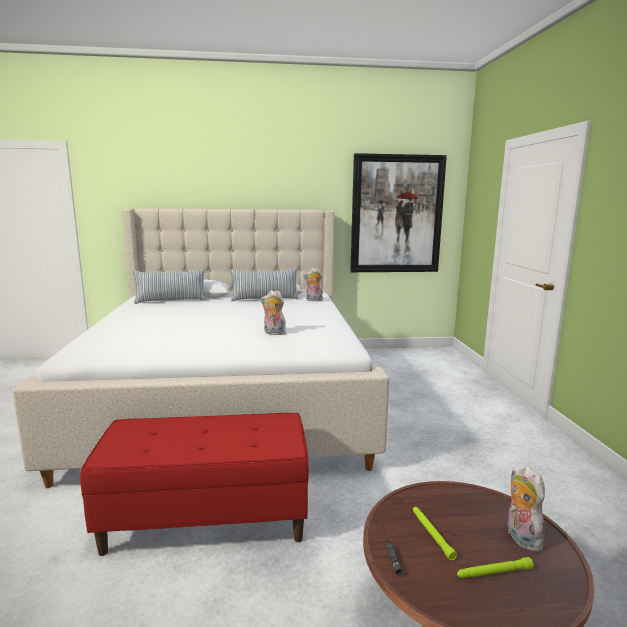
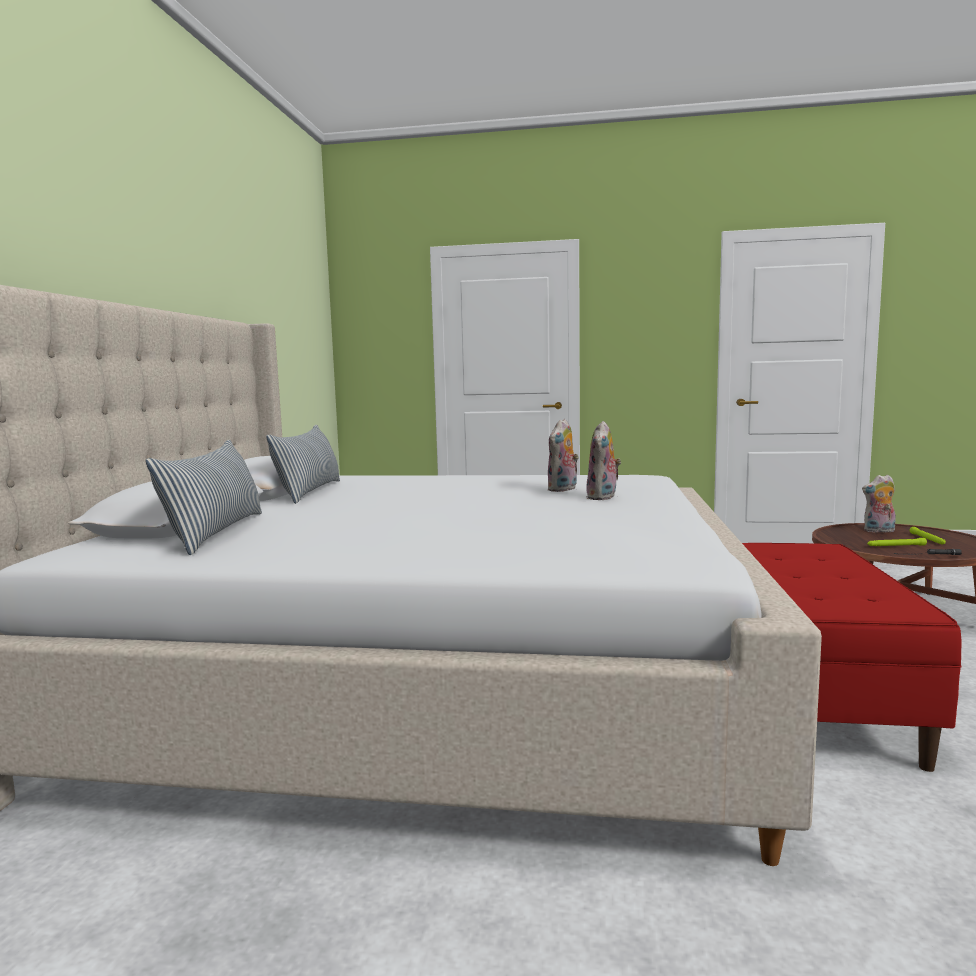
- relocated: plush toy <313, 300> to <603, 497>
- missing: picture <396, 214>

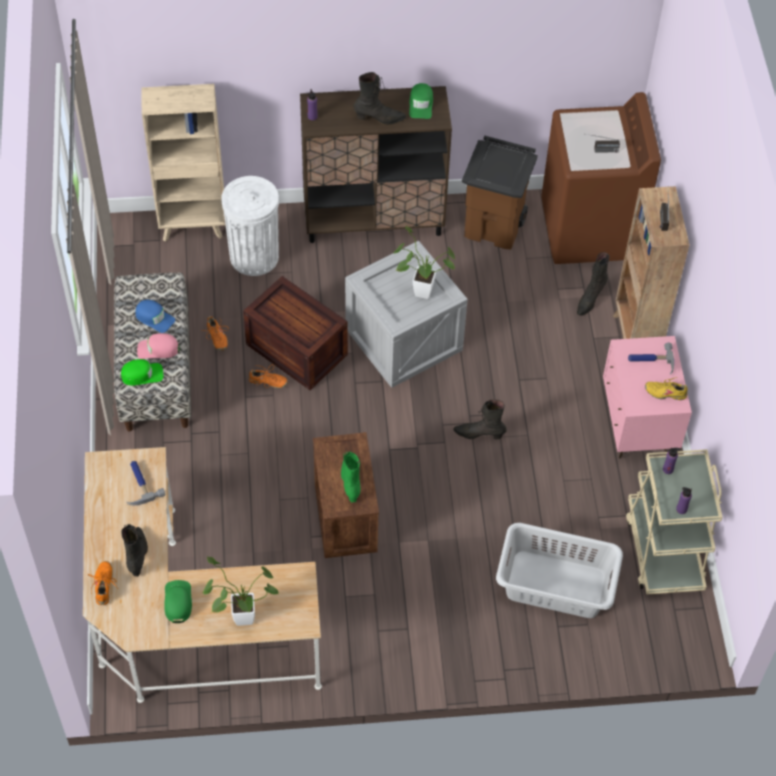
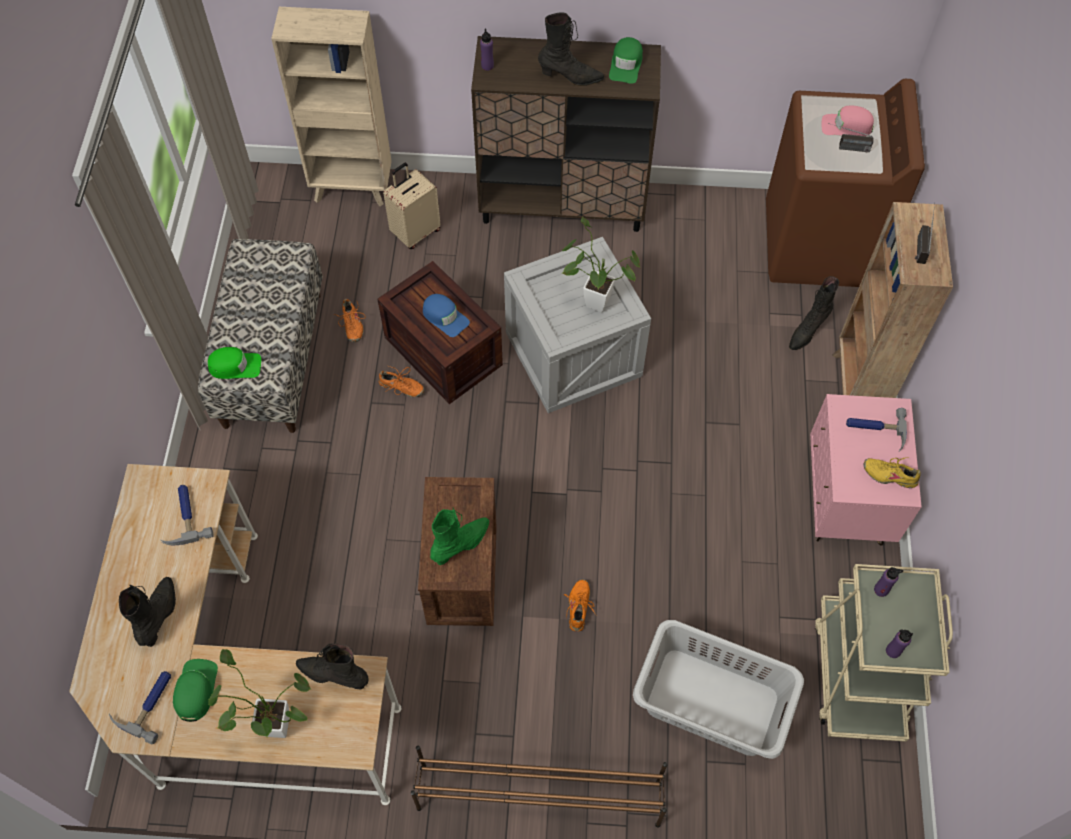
- relocated: orange shoe <104, 585> to <579, 607>
- relocated: blue cap <154, 318> to <445, 317>
- relocated: pink cap <158, 349> to <846, 126>
- exchanged: white trash can <254, 256> to beige suitcase <415, 232>
- spun: green boot <350, 483> = <461, 545> 45 degrees clockwise
- relocated: black boot <479, 434> to <334, 675>
- missing: brown trash can <495, 226>
- appeared: hammer <148, 704>
- appeared: brown shoe rack <538, 794>

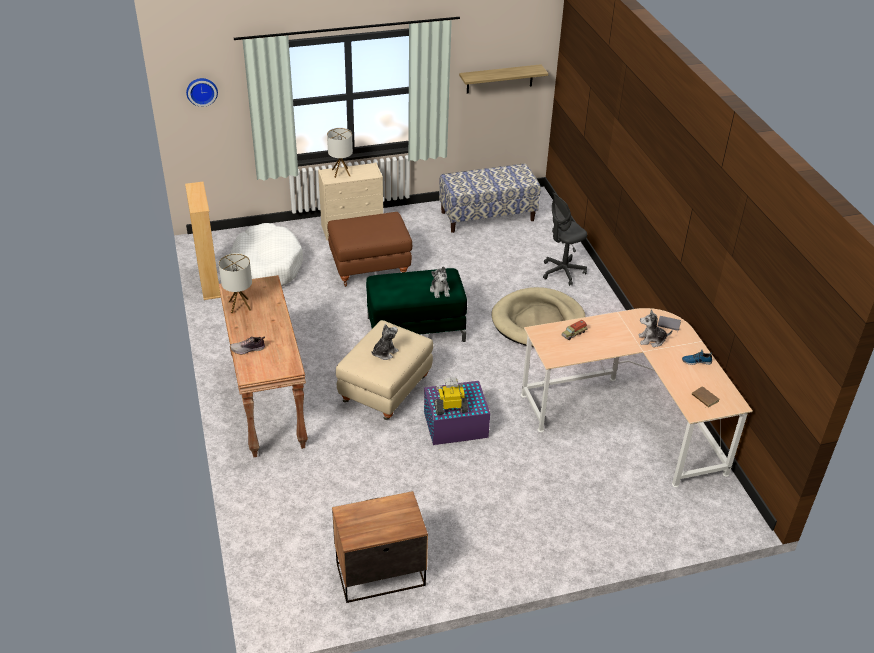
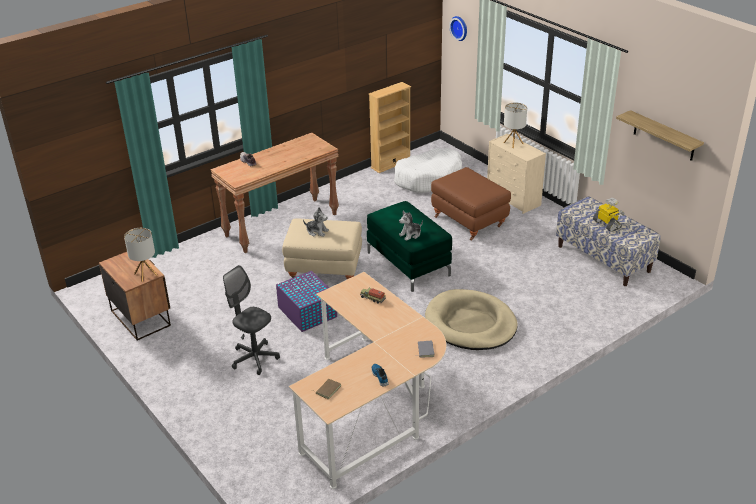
- relocated: table lamp <239, 306> to <145, 274>
- relocated: toy robot <451, 408> to <607, 224>
- relocated: grey office chair <562, 272> to <254, 358>
- missing: plush toy <652, 340>

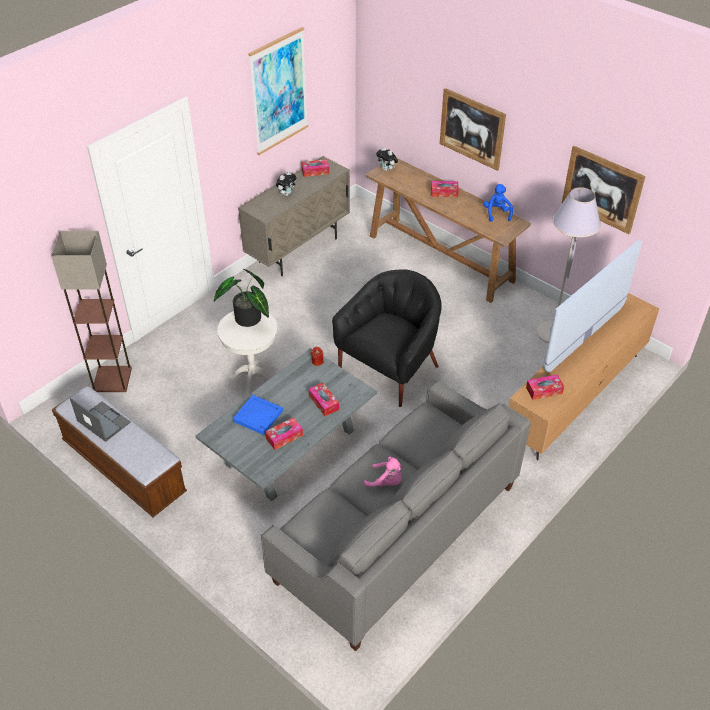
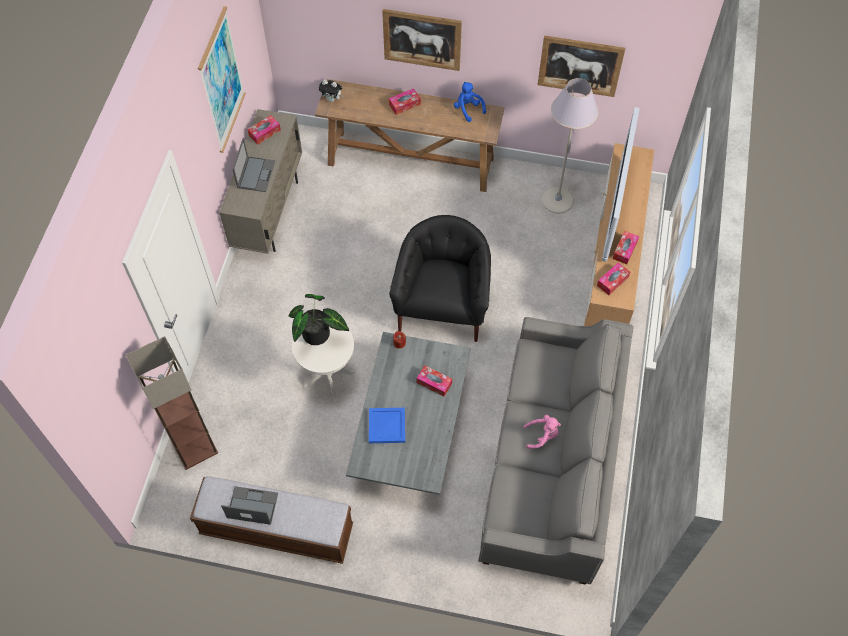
- relocated: tissue box <284, 437> to <625, 250>
- exchanged: plush toy <286, 194> to laptop <256, 174>

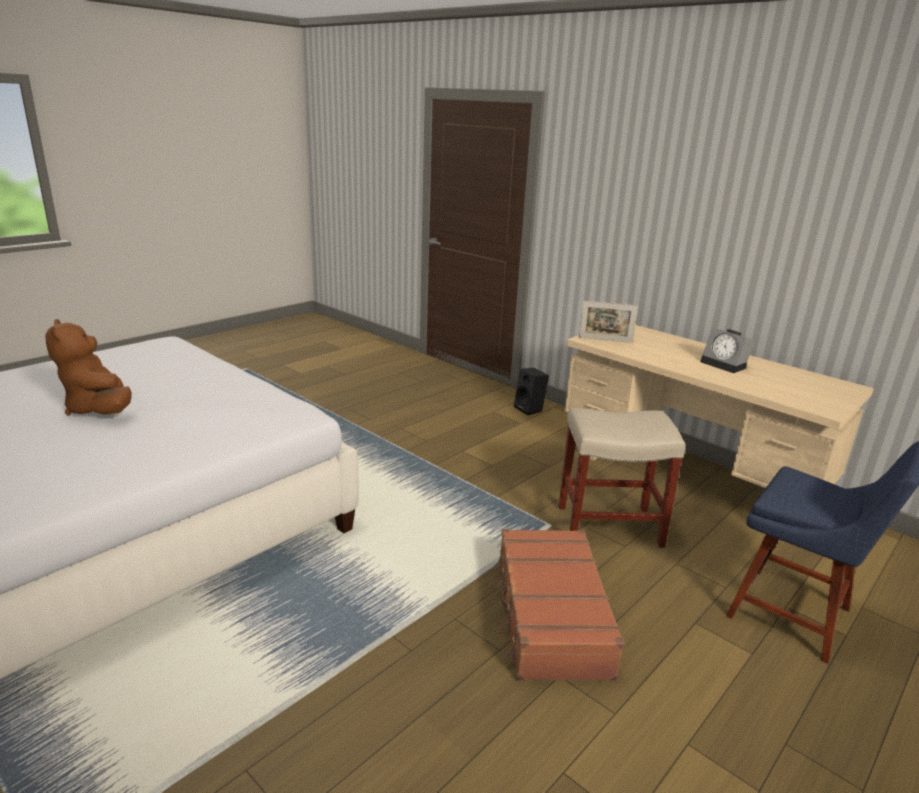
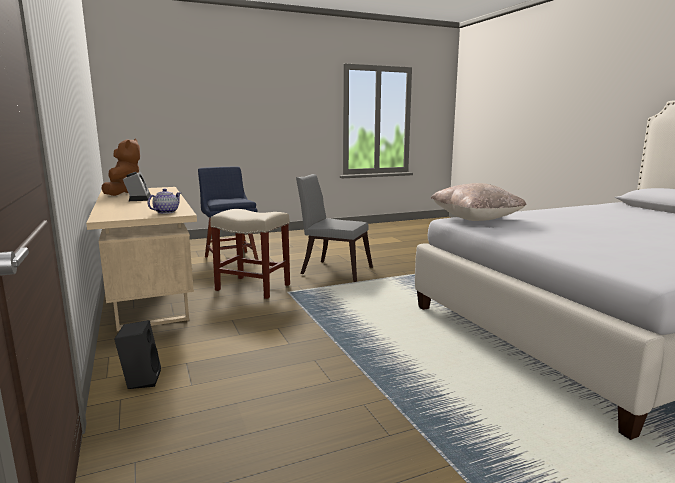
- relocated: brown plush toy <99, 409> to <123, 193>
- exchanged: brown suitcase <550, 615> to grey chair <333, 270>
- exchanged: picture frame <605, 340> to teapot <166, 212>
- appeared: beige pillow <475, 219>

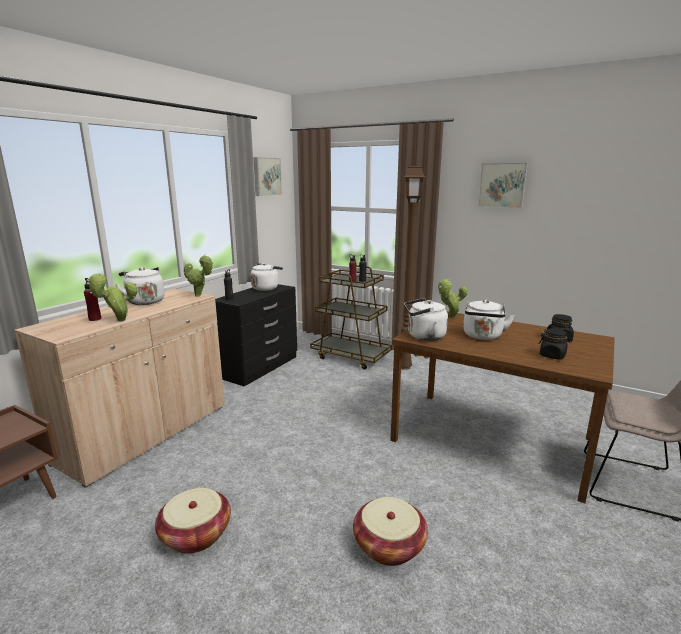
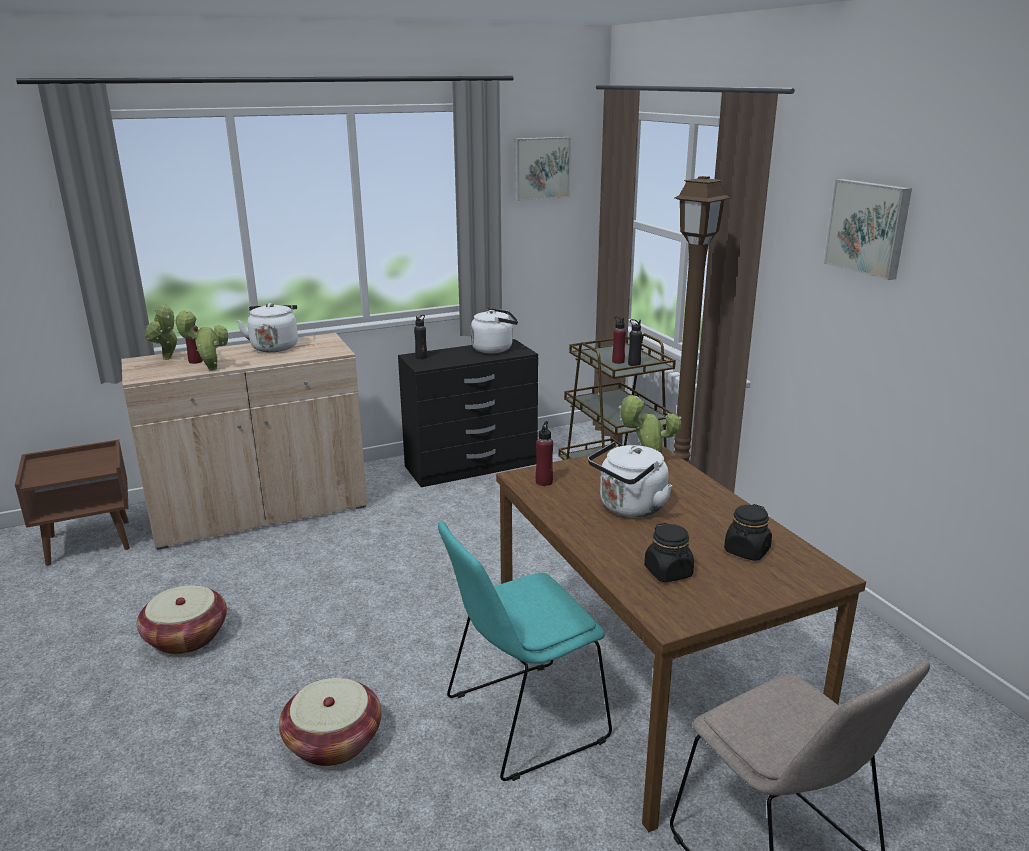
- relocated: potted plant <199, 296> to <168, 359>
- exchanged: white kettle <423, 336> to red bottle <544, 482>
- appeared: turquoise chair <521, 721>

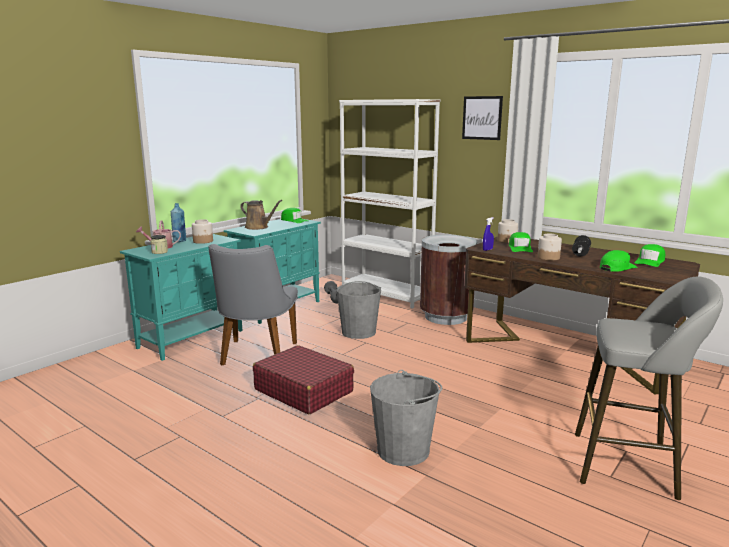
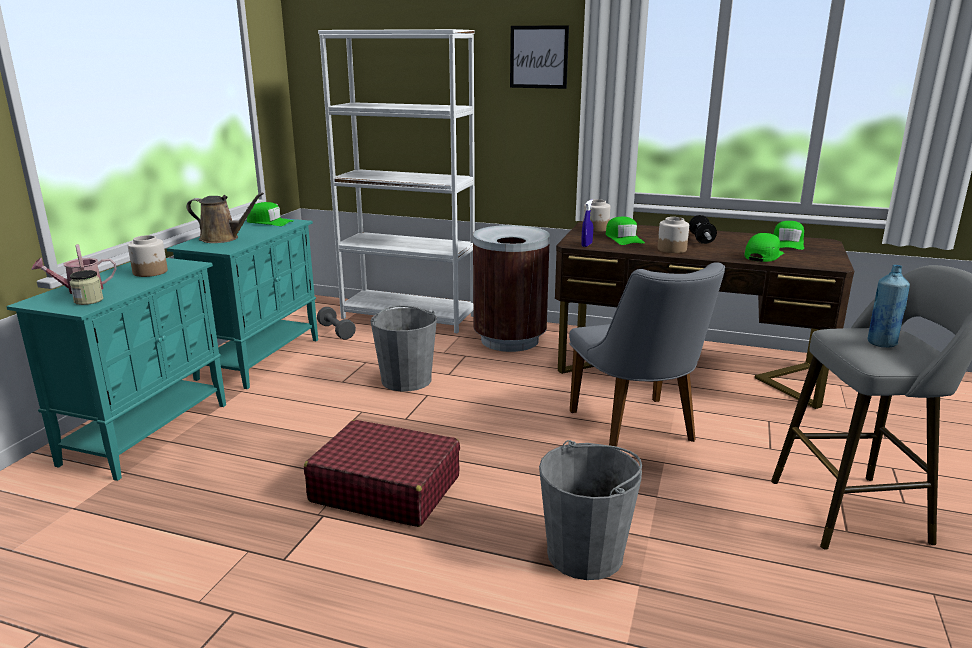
- relocated: blue bottle <179, 241> to <881, 343>
- relocated: grey chair <256, 356> to <638, 430>

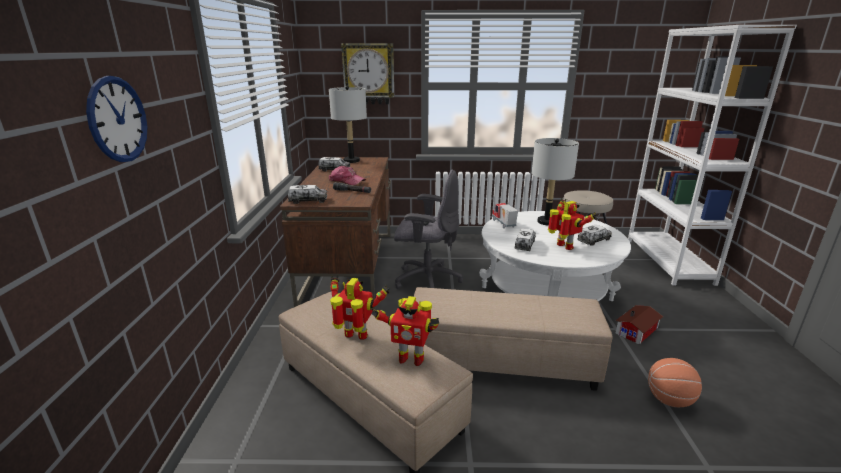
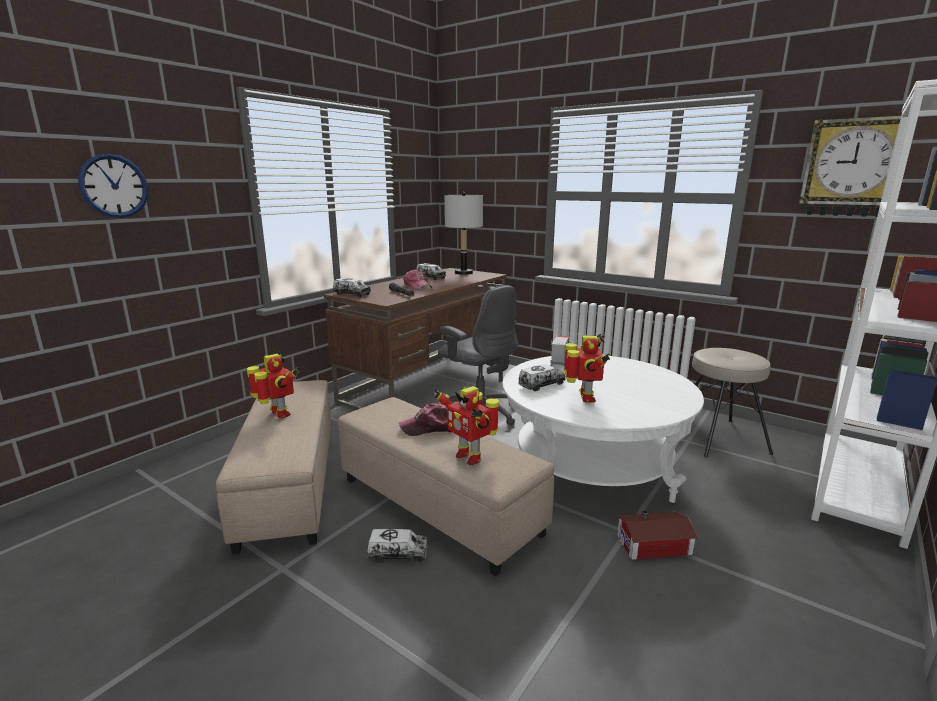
- relocated: wall clock <368, 74> to <853, 168>
- relocated: toy robot <410, 358> to <469, 456>
- missing: grey table lamp <546, 222>
- relocated: toy truck <594, 240> to <398, 554>
- missing: basketball <669, 400>
- appeared: cap <432, 428>

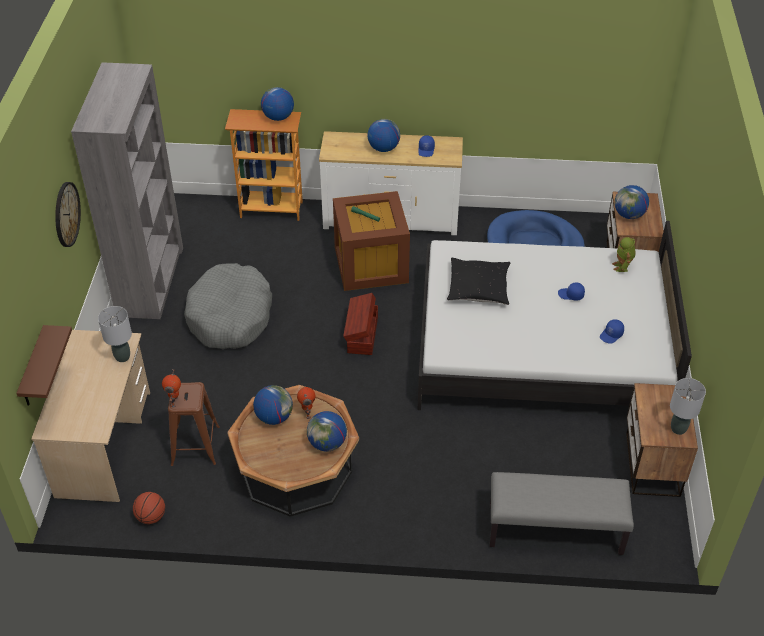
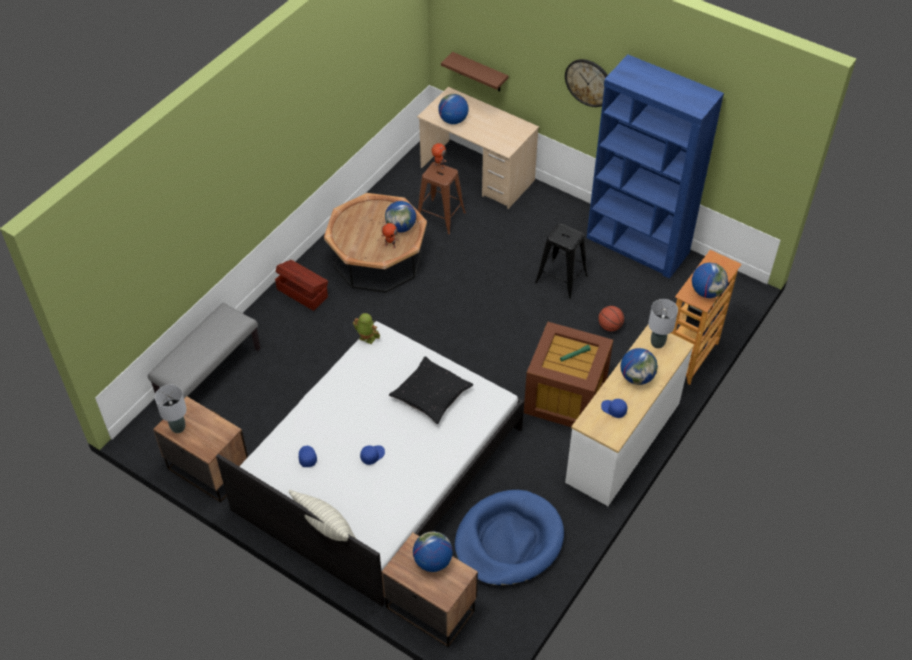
- colour: grey bookcase <150, 281> to blue bookcase <637, 246>
- relocated: grey table lamp <122, 357> to <657, 343>
- relocated: basketball <151, 517> to <609, 326>
- exchanged: grey dog bed <230, 316> to black stool <561, 279>
- relocated: globe <327, 443> to <453, 120>
- relocated: brown storage box <361, 335> to <302, 292>
- relocated: toy robot <622, 266> to <366, 339>
- appeared: pillow <327, 529>

